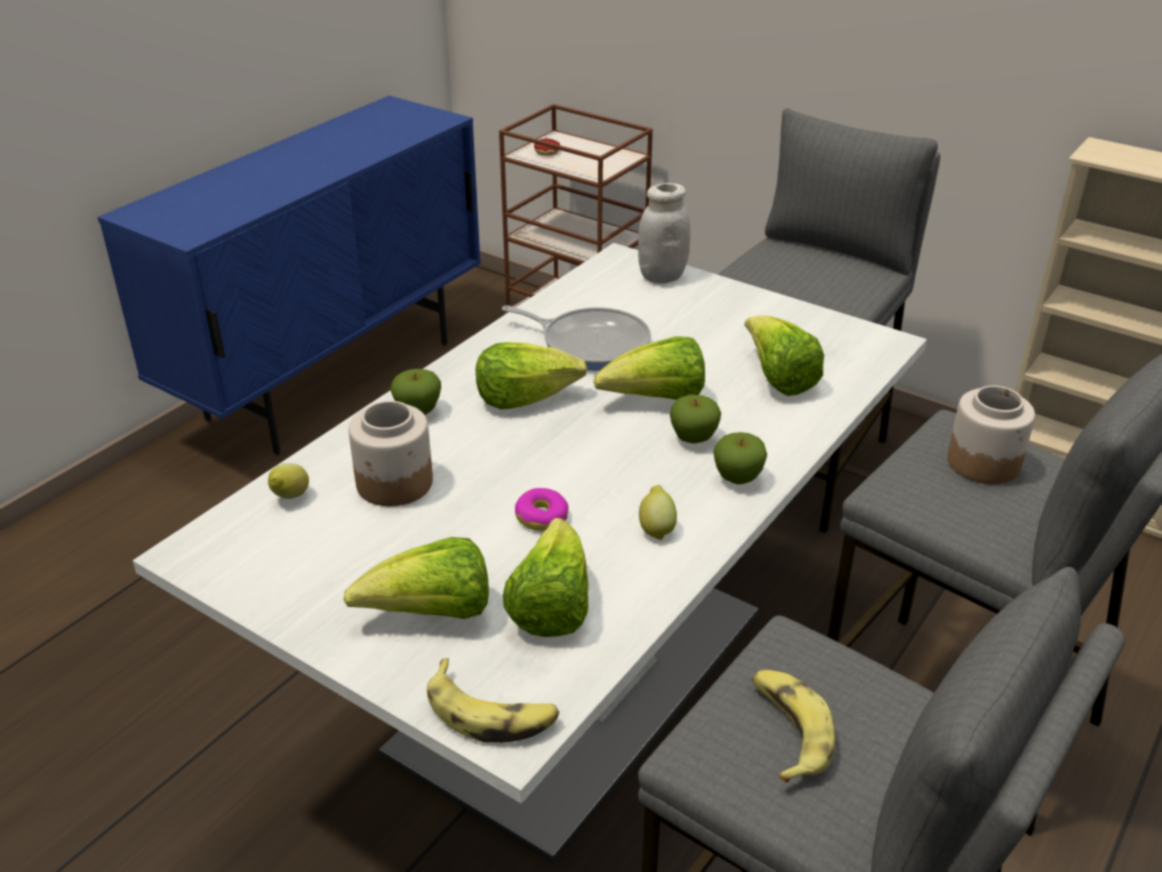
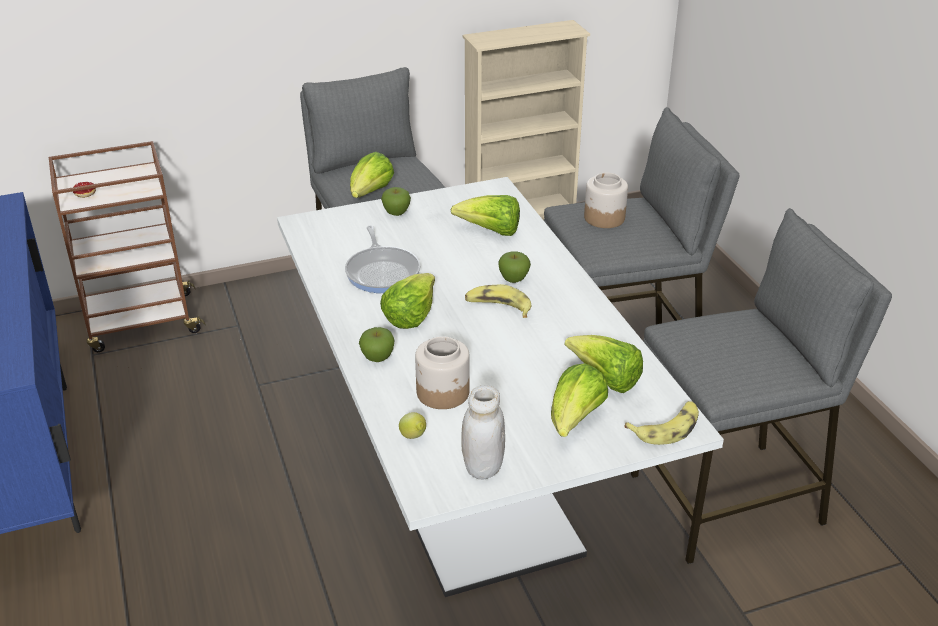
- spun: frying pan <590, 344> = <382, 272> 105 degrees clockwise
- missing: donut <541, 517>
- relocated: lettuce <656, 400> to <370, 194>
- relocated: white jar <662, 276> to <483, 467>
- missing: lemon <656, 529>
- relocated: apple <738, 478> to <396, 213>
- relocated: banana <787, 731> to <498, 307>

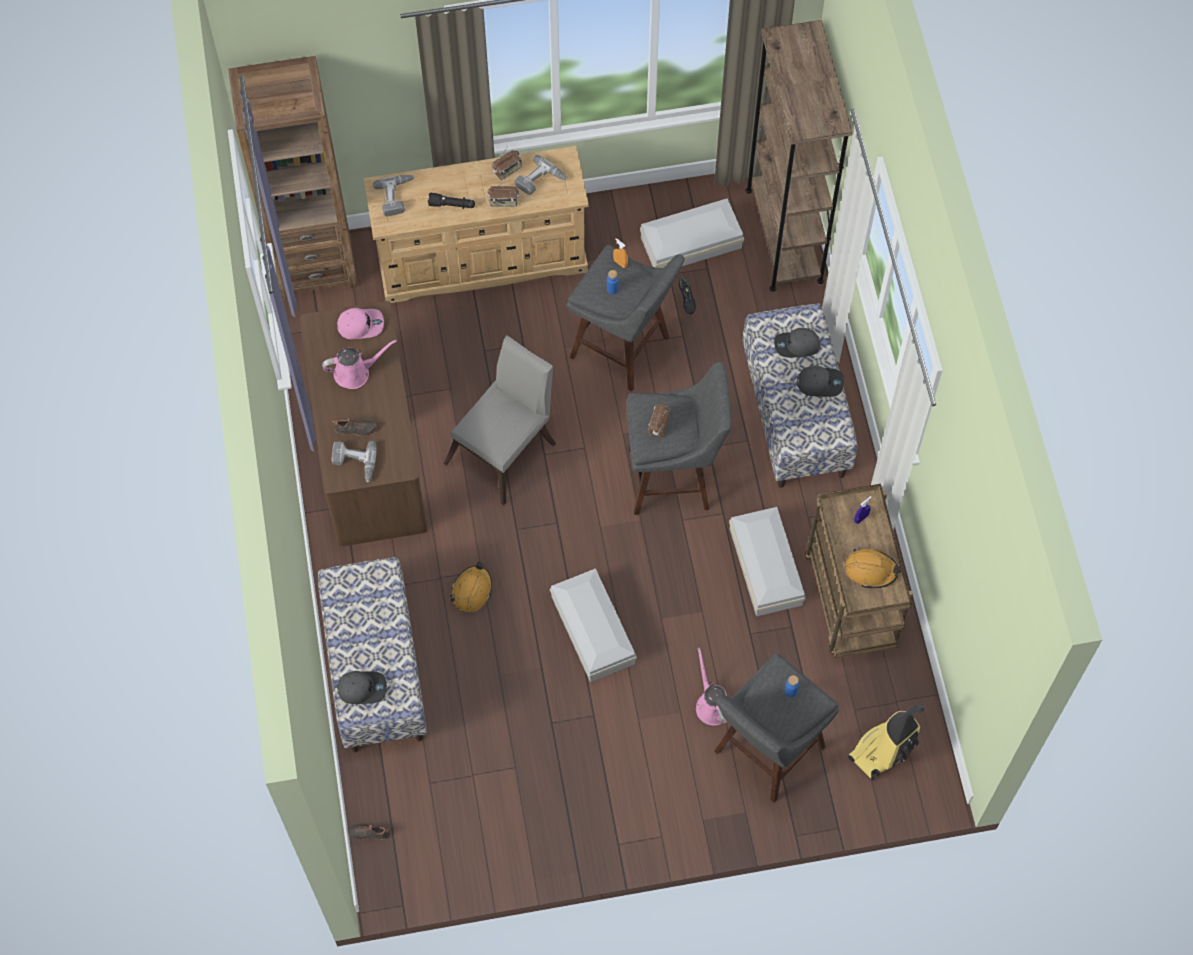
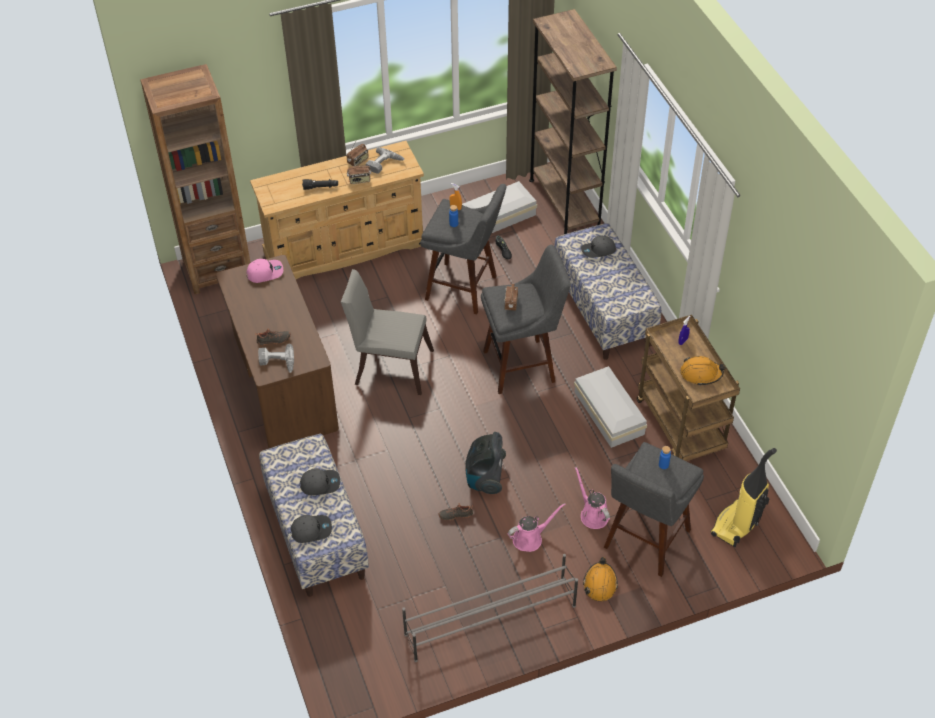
- relocated: pink watering can <355, 372> to <530, 538>
- relocated: black shoe <368, 832> to <455, 514>
- missing: power drill <397, 196>
- spun: grey chair <506, 449> = <389, 365> 105 degrees counterclockwise
- relocated: orange hard hat <472, 590> to <600, 584>
- exchanged: white storage box <592, 632> to vacuum cleaner <485, 478>
- relocated: grey cap <820, 383> to <320, 483>
- appeared: grey shoe rack <489, 620>

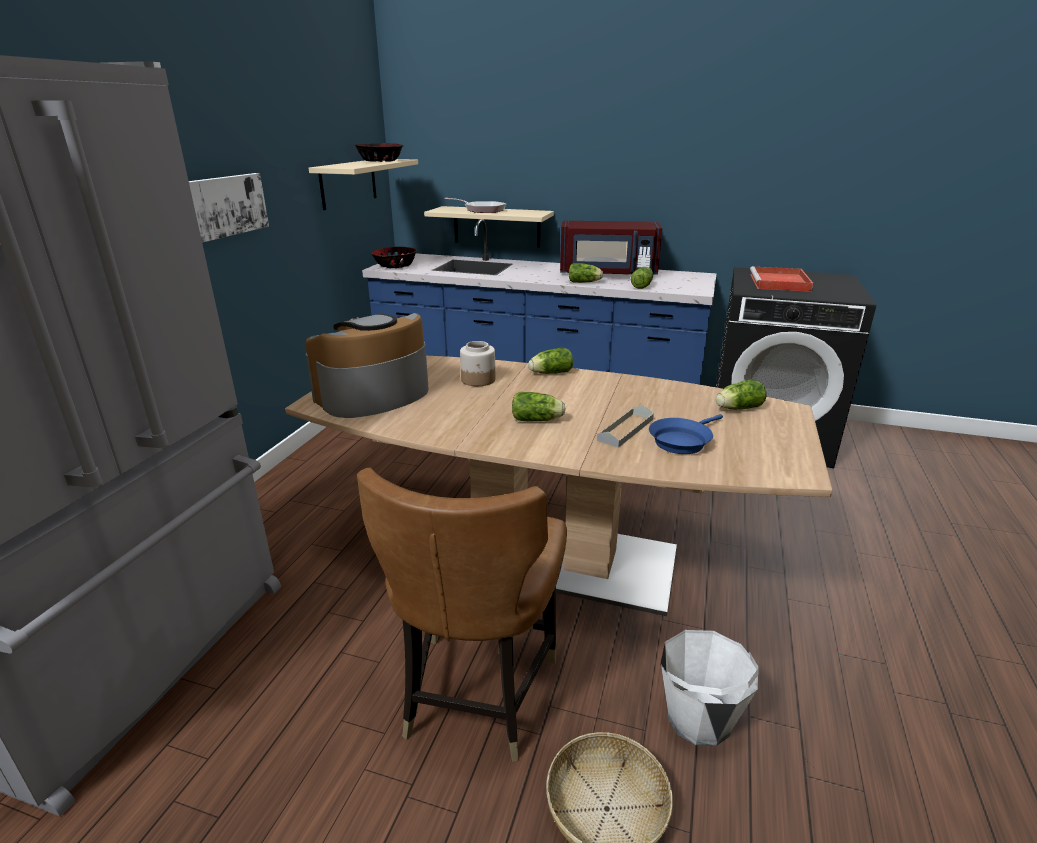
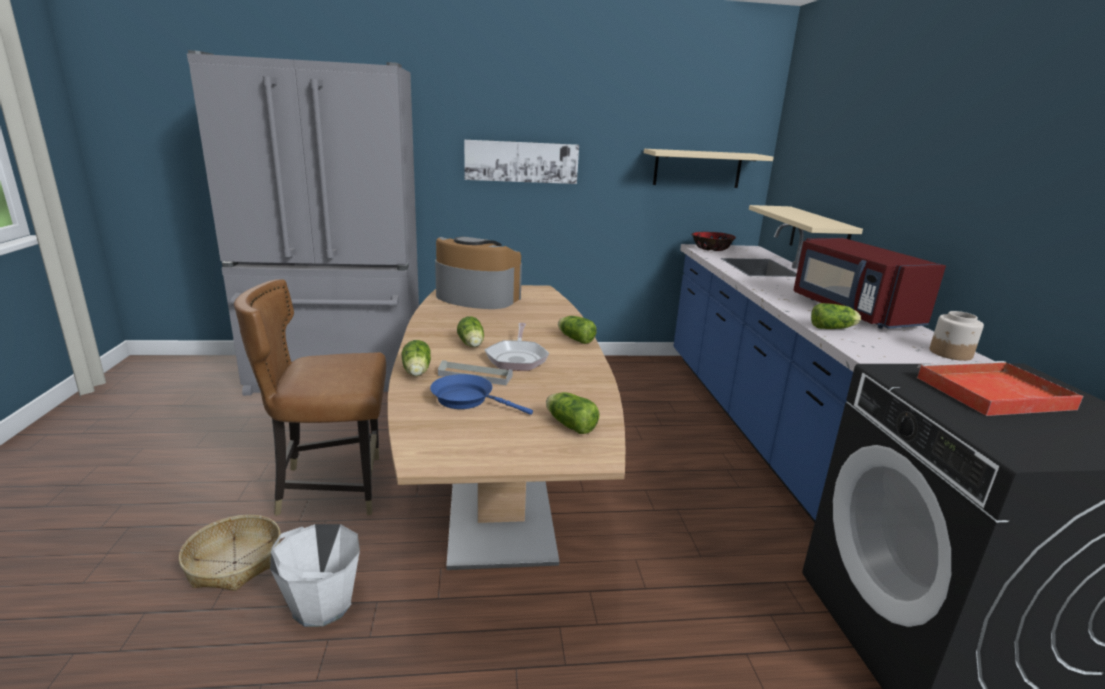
- missing: bowl <380, 161>
- relocated: frying pan <482, 210> to <517, 358>
- relocated: jar <478, 380> to <950, 353>
- relocated: lettuce <585, 282> to <416, 372>

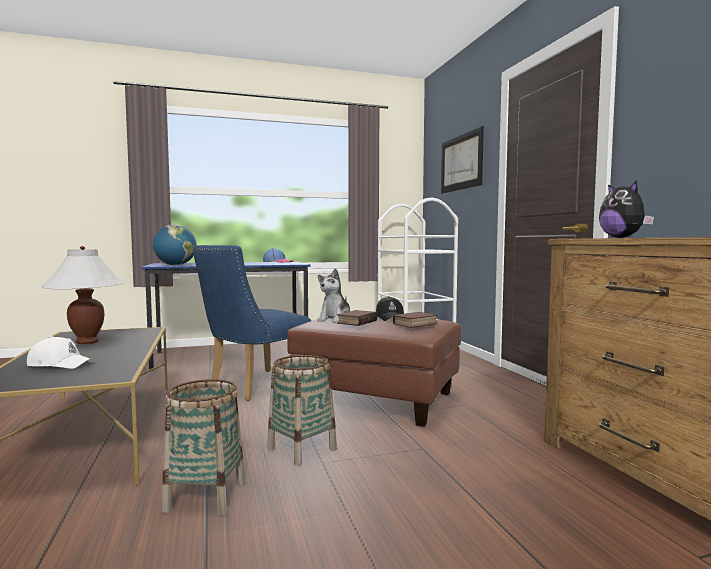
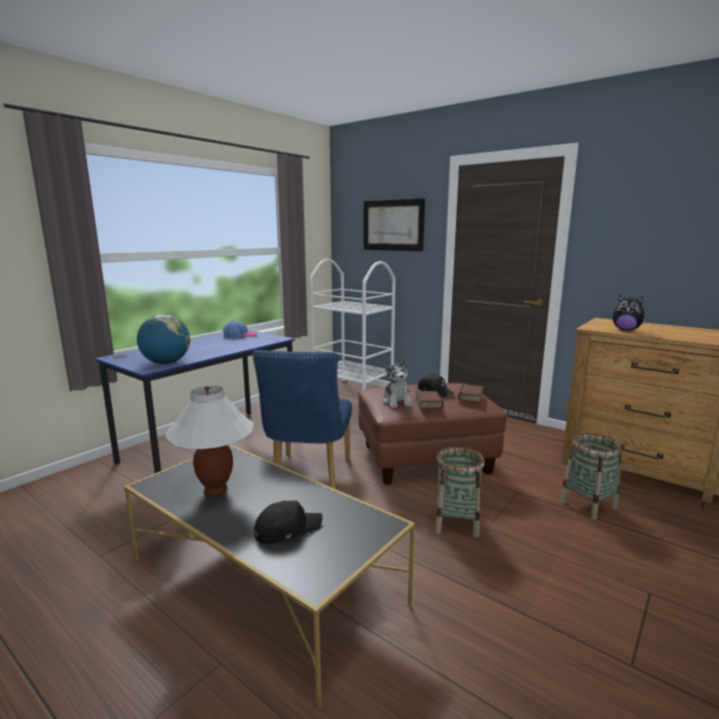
- colour: white cap <59, 364> to black cap <287, 529>
- relocated: basket <205, 496> to <588, 504>

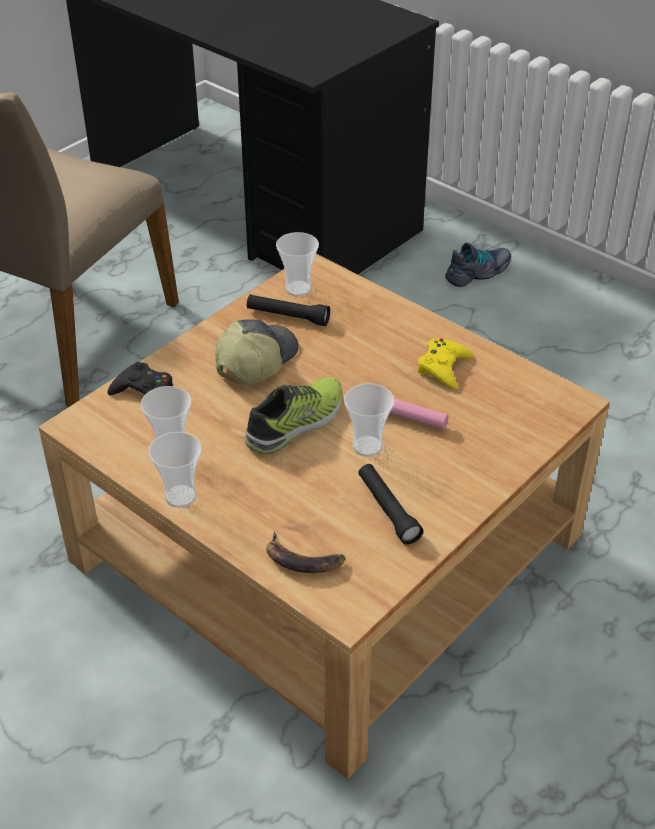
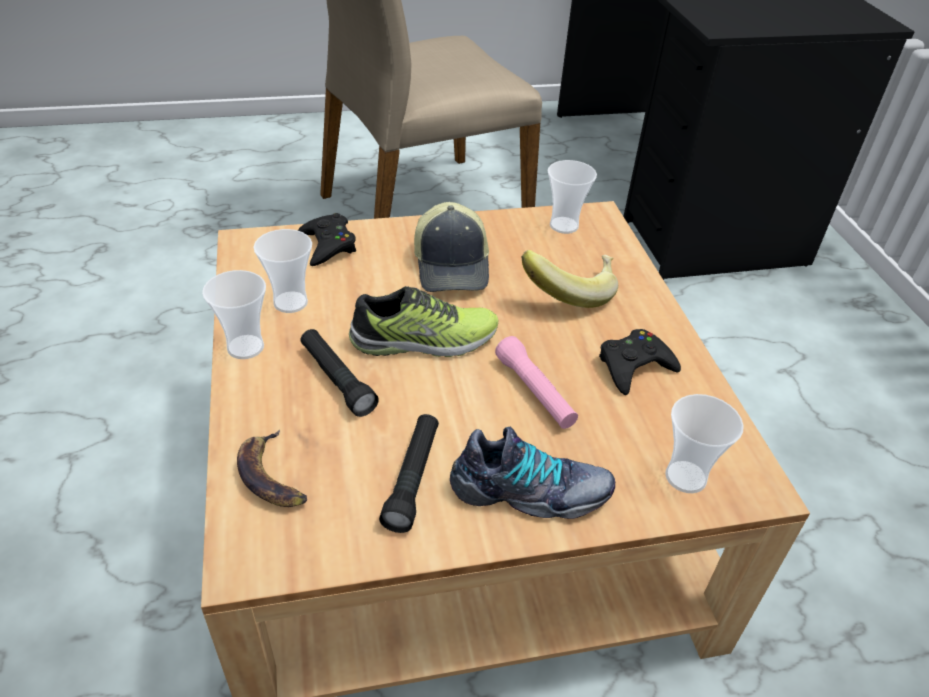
- spun: cap <255, 360> = <453, 266> 105 degrees clockwise
- relocated: black flashlight <288, 316> to <337, 379>
- relocated: cup <367, 446> to <685, 477>
- colour: yellow game controller <443, 368> to black game controller <634, 366>
- relocated: shoe <478, 273> to <530, 493>
- appeared: banana <569, 291>

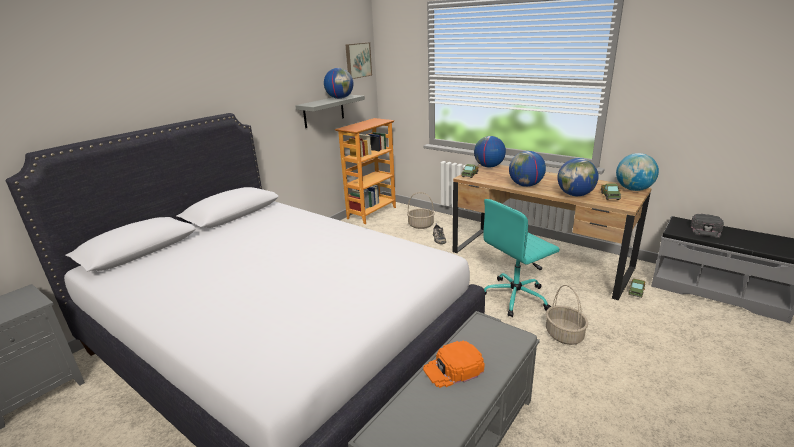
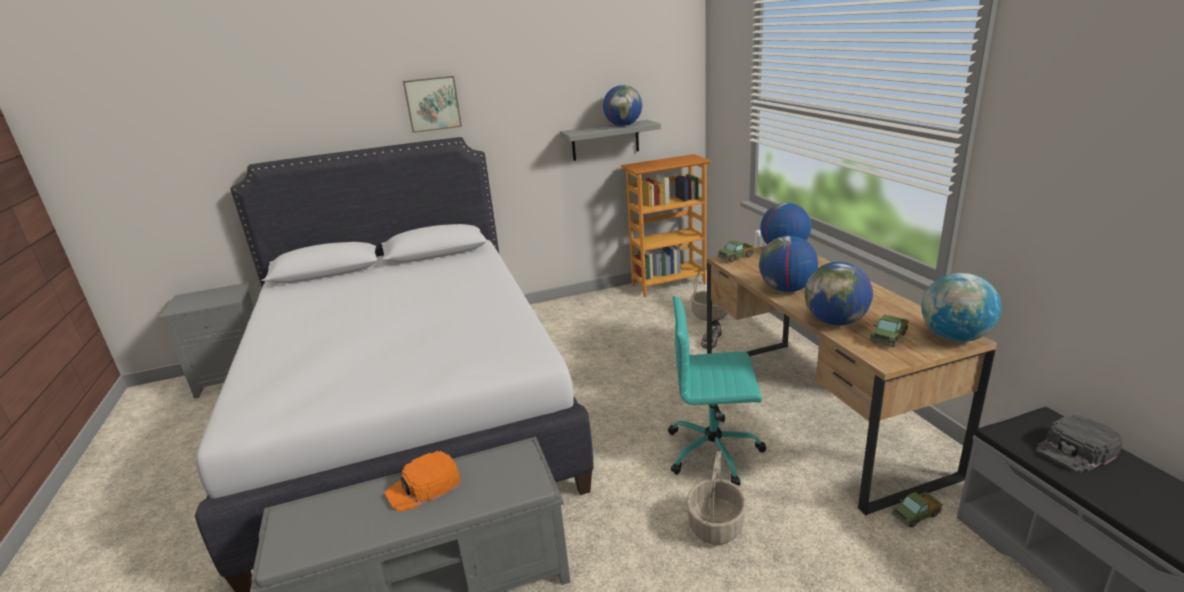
- relocated: picture <357, 60> to <432, 104>
- spun: orange cap <453, 369> = <423, 487> 45 degrees counterclockwise

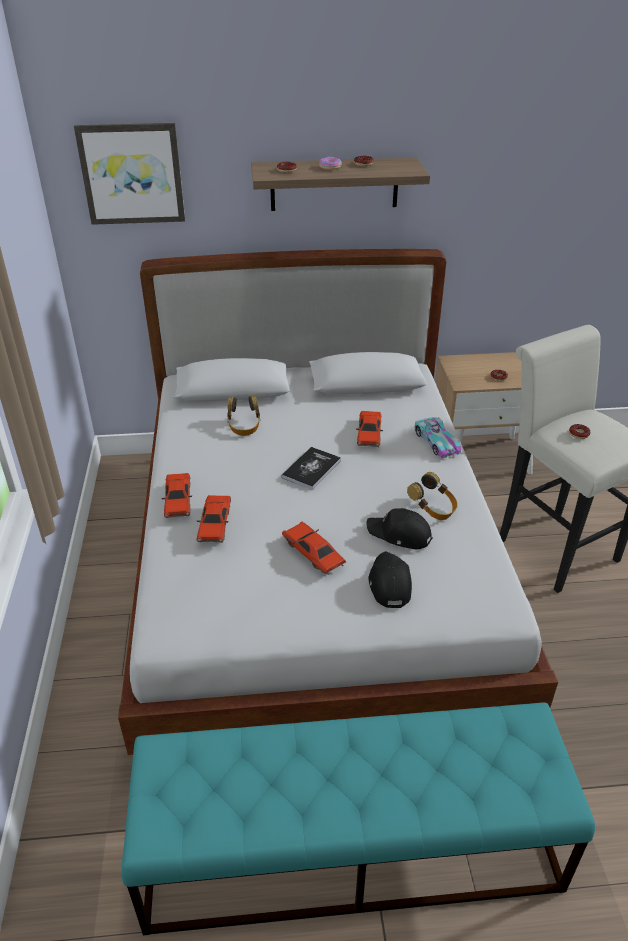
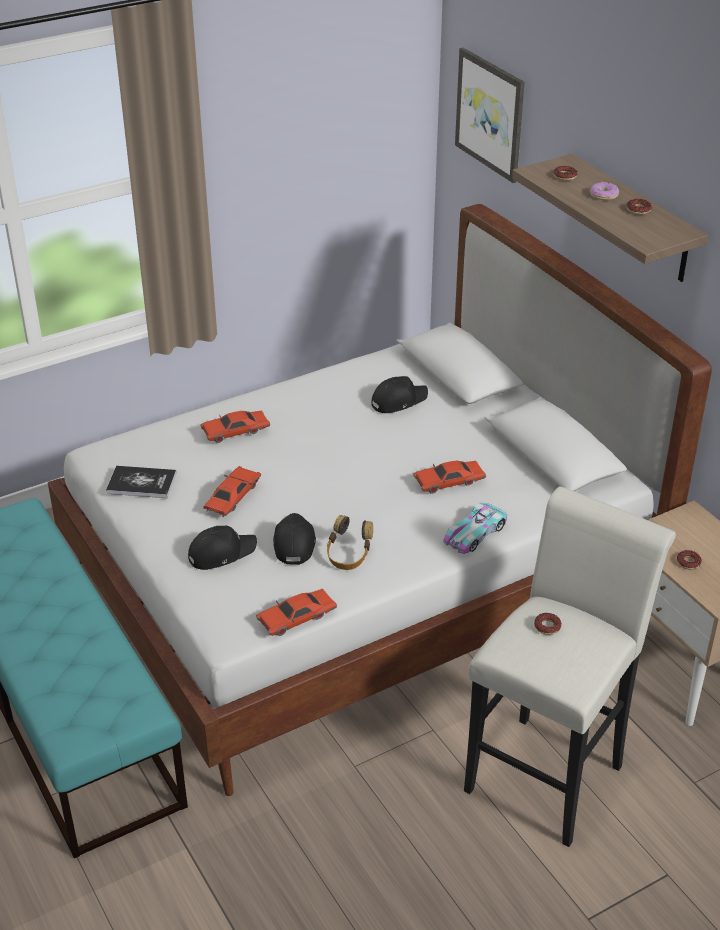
- relocated: red toy car <178, 501> to <297, 618>
- exchanged: headphones <244, 426> to black cap <398, 401>
- relocated: book <311, 469> to <141, 483>

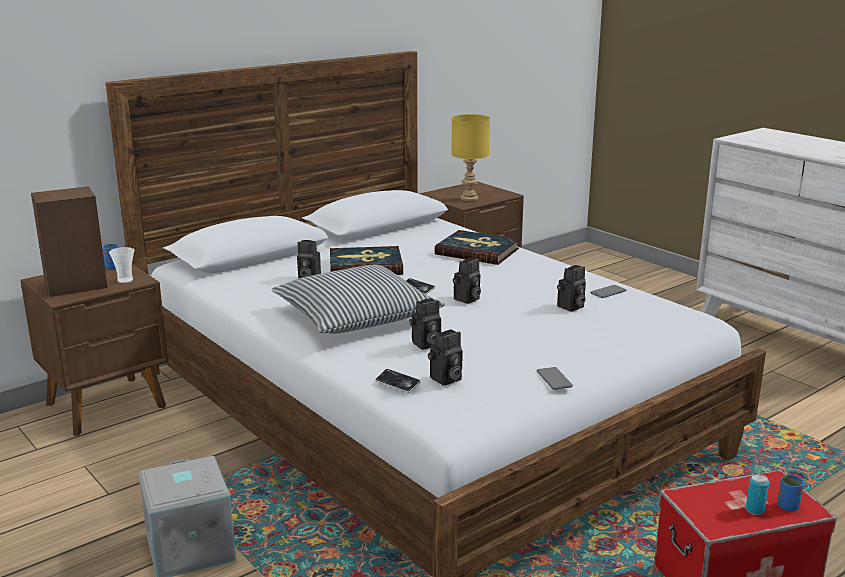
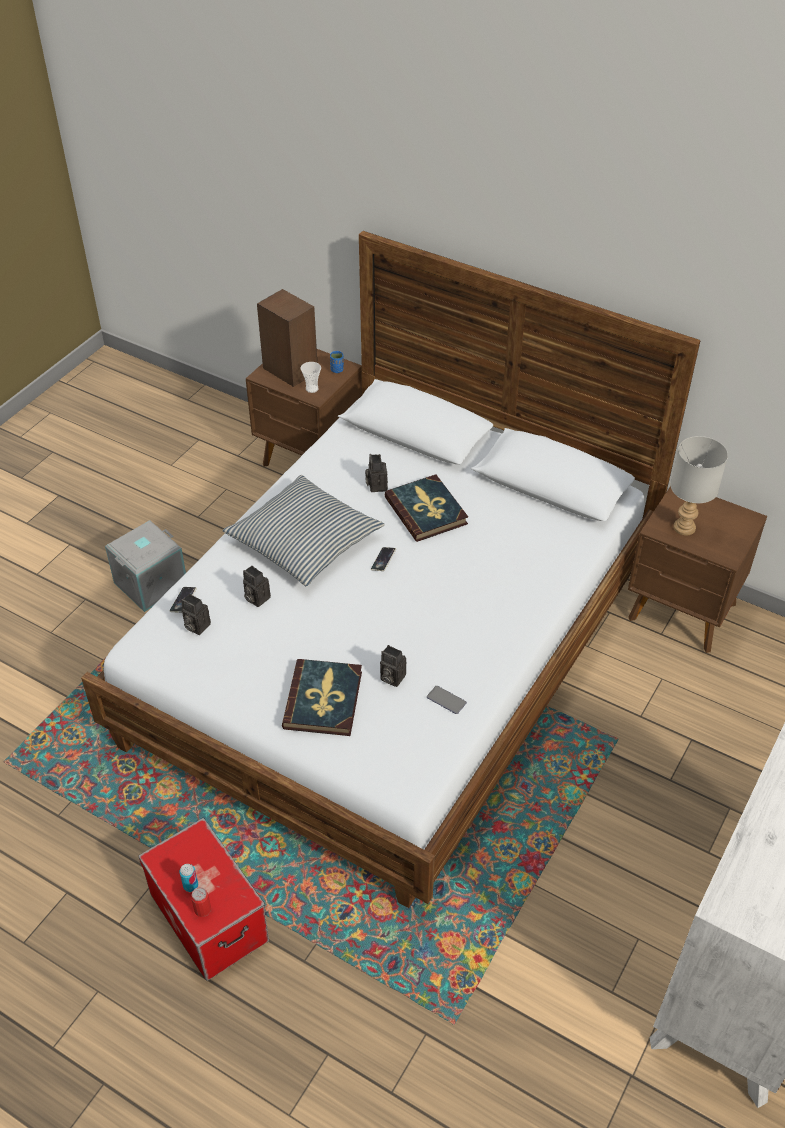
- relocated: book <477, 251> to <323, 700>
- colour: yellow table lamp <469, 198> to grey table lamp <685, 527>
- missing: photo camera <467, 299>
- missing: phone <554, 379>
- exchanged: blue cup <787, 506> to can <202, 909>

